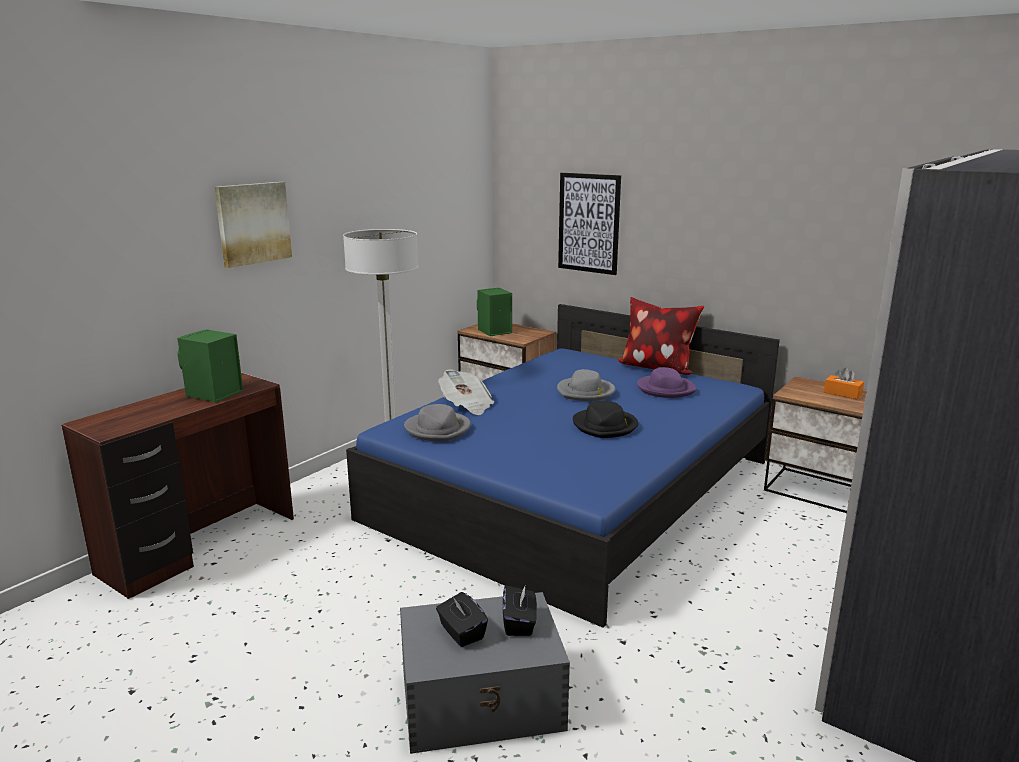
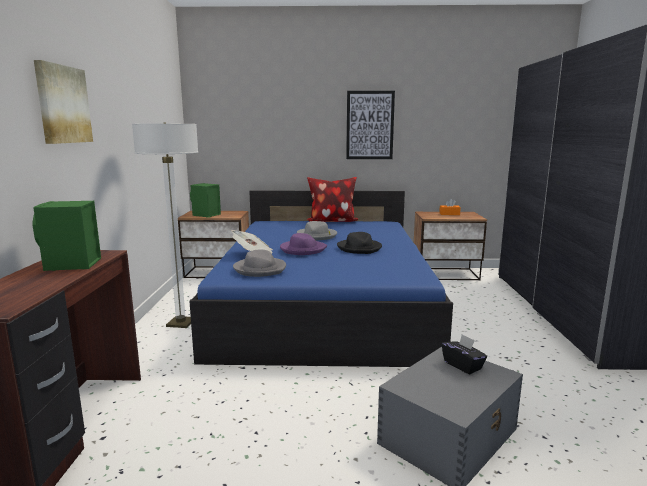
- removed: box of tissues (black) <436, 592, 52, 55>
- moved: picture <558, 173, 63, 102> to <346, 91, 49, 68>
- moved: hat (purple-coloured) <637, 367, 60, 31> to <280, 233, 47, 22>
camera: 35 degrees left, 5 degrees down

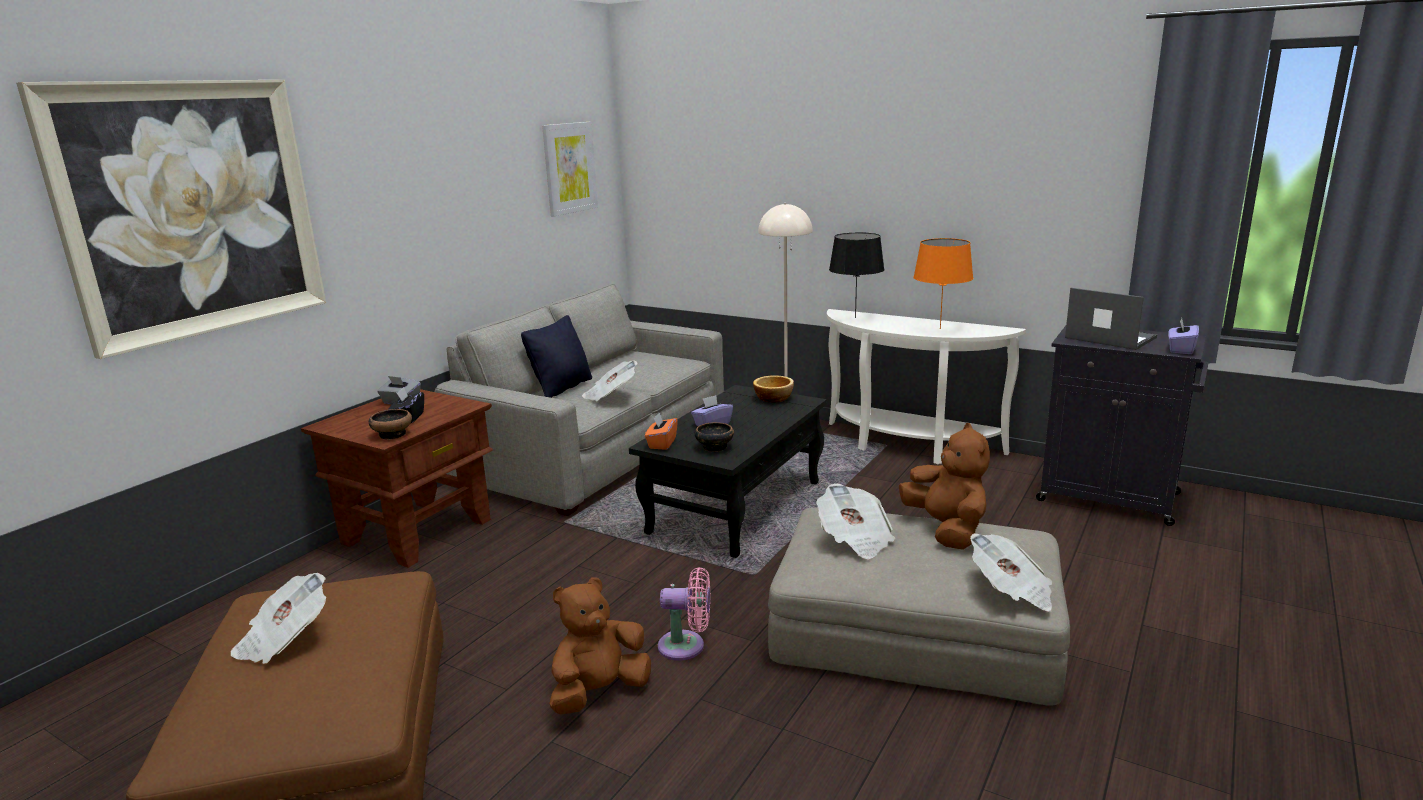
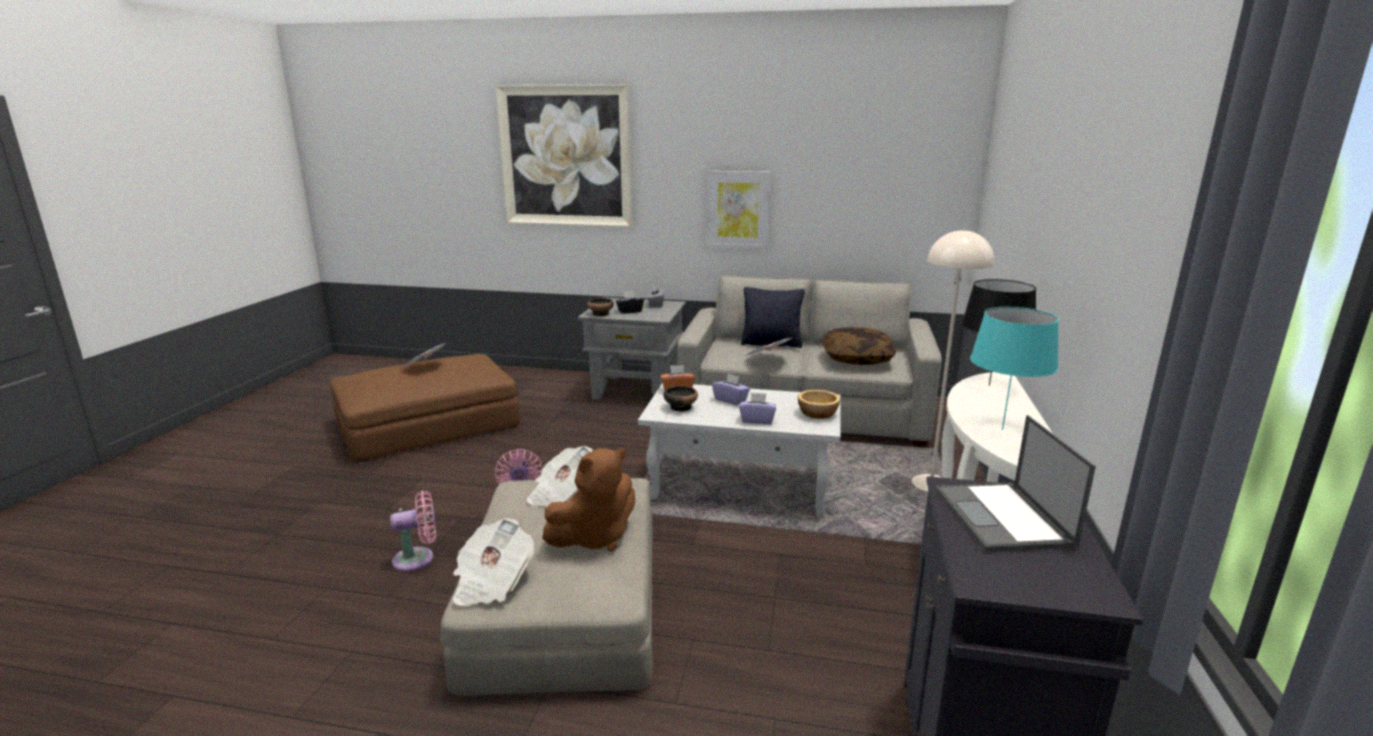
- removed: soft toy (brown) <549, 577, 102, 138>
- added: cooling fan (pink-coloured) <390, 490, 46, 82>
- added: cushion <822, 327, 74, 38>
- moved: picture <542, 122, 56, 94> to <707, 171, 64, 78>
- moved: box of tissues (purple-coloured) <1168, 318, 31, 36> to <739, 392, 37, 32>
- recoloured: side table (brown) <301, 389, 192, 179> to side table (grey) <578, 297, 108, 102>
- recoloured: low table (black) <629, 385, 198, 173> to low table (white) <638, 383, 203, 134>
- recoloured: table lamp (orange-coloured) <913, 238, 61, 91> to table lamp (blue-green) <970, 307, 89, 123>
- turned: portable computer <1065, 288, 92, 62> = <935, 415, 161, 137> 150 degrees clockwise
camera: 70 degrees right, 0 degrees up

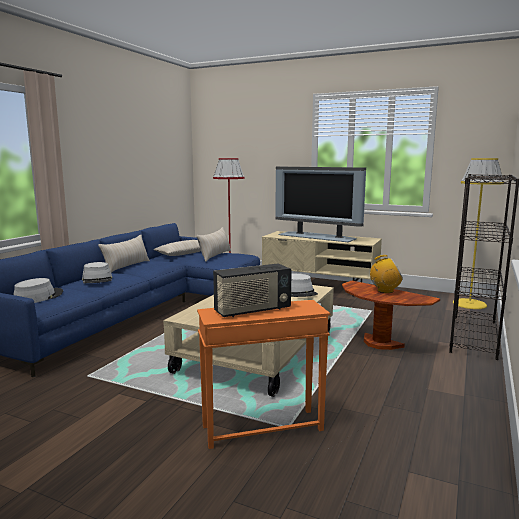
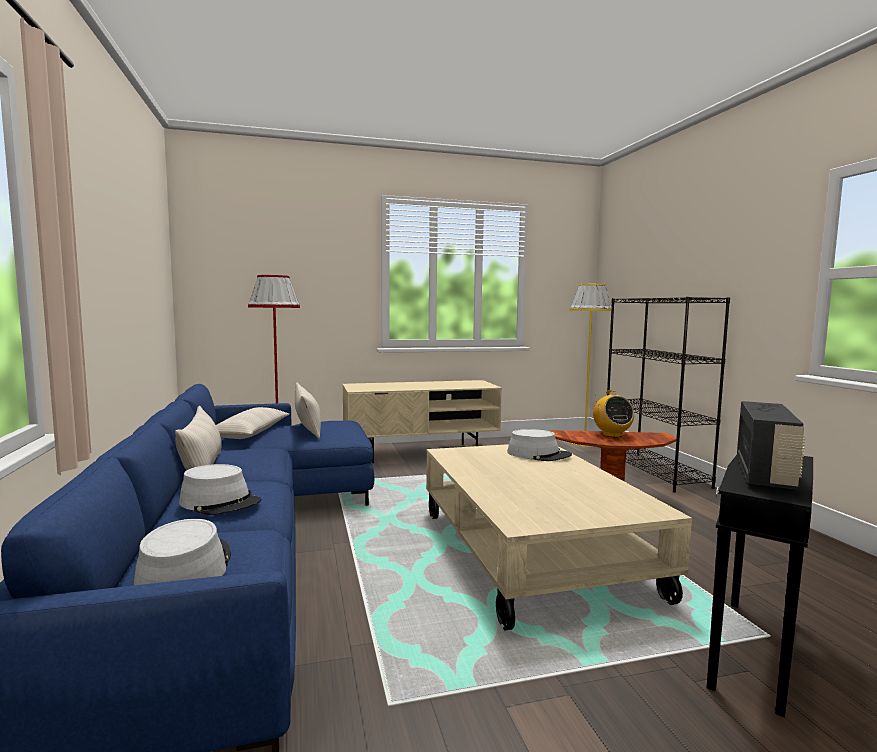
- removed: TV <275, 167, 91, 75>
- recoloured: side table (orange-coloured) <197, 300, 134, 149> to side table (black) <707, 455, 106, 262>
- turned: radio receiver <370, 255, 33, 38> = <593, 390, 41, 47> 120 degrees clockwise
camera: 40 degrees left, 5 degrees down

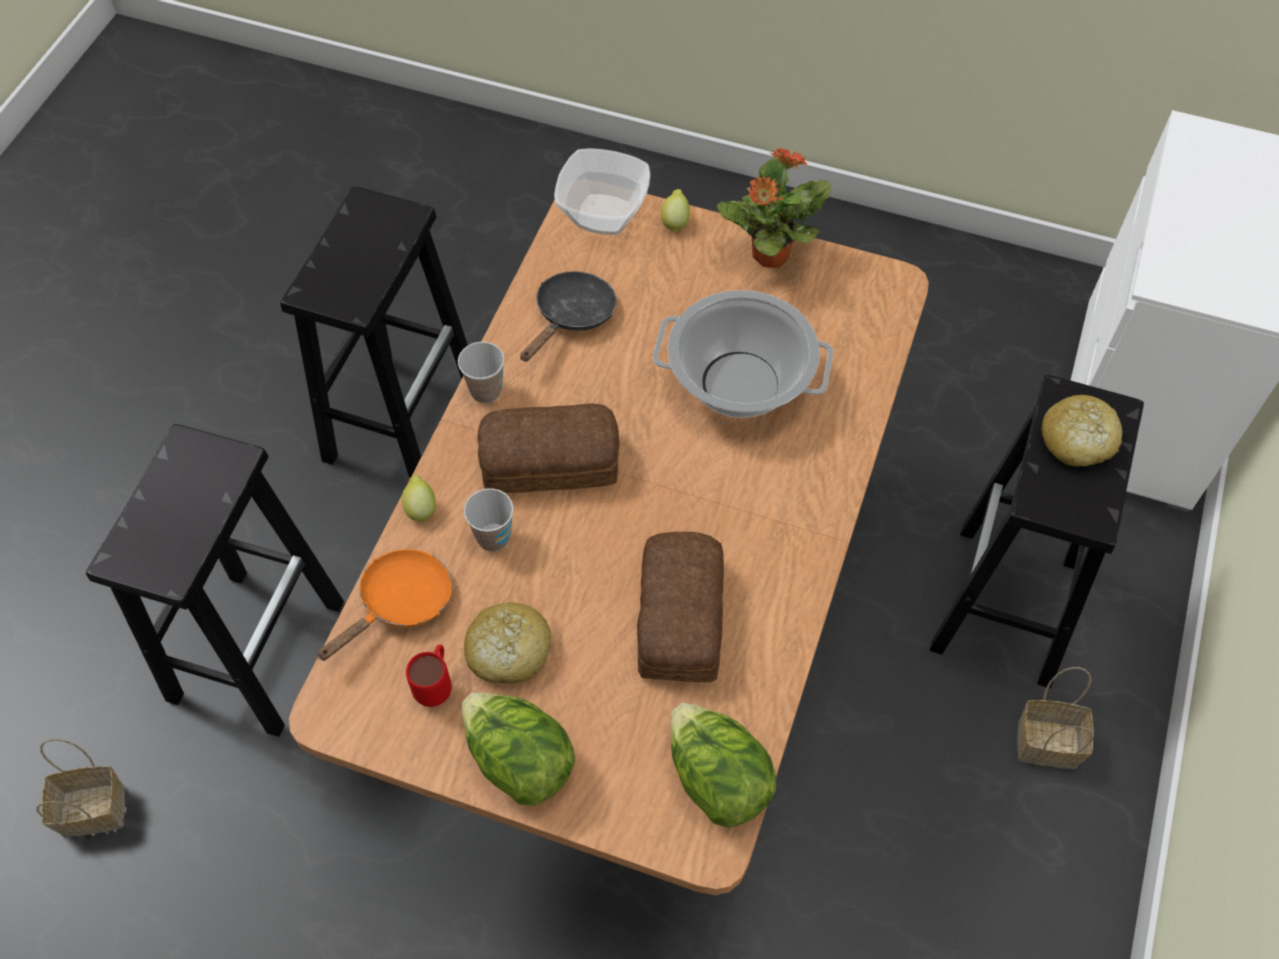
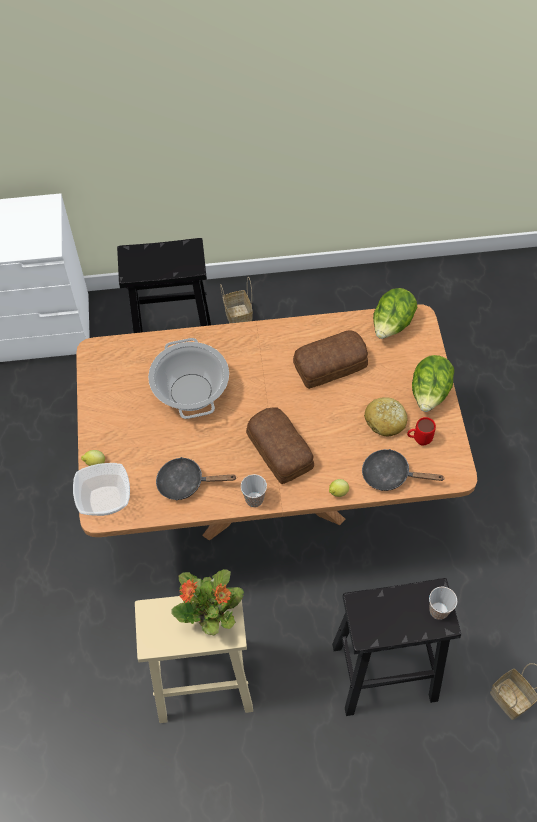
- removed: bakery bread <1041, 395, 81, 71>
- moved: small cup <464, 488, 50, 64> to <429, 587, 28, 33>
- moved: houseplant <717, 148, 115, 120> to <171, 569, 73, 66>
- recoloured: sitting stool (black) <280, 186, 188, 292> to sitting stool (beige) <135, 596, 118, 127>
- recoloured: pan (orange-coloured) <317, 549, 135, 112> to pan (black) <362, 449, 82, 42>
camera: 115 degrees left, 0 degrees up

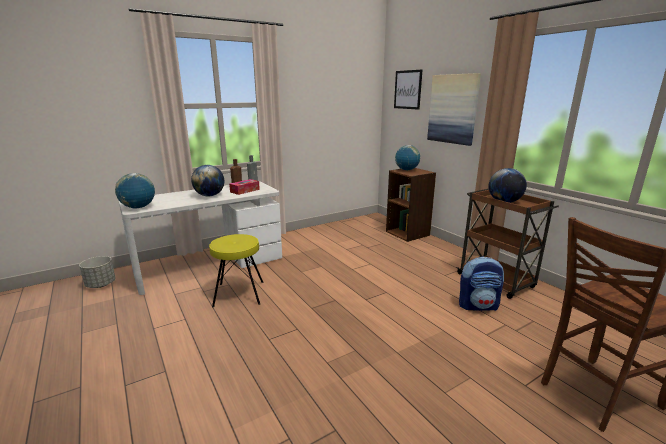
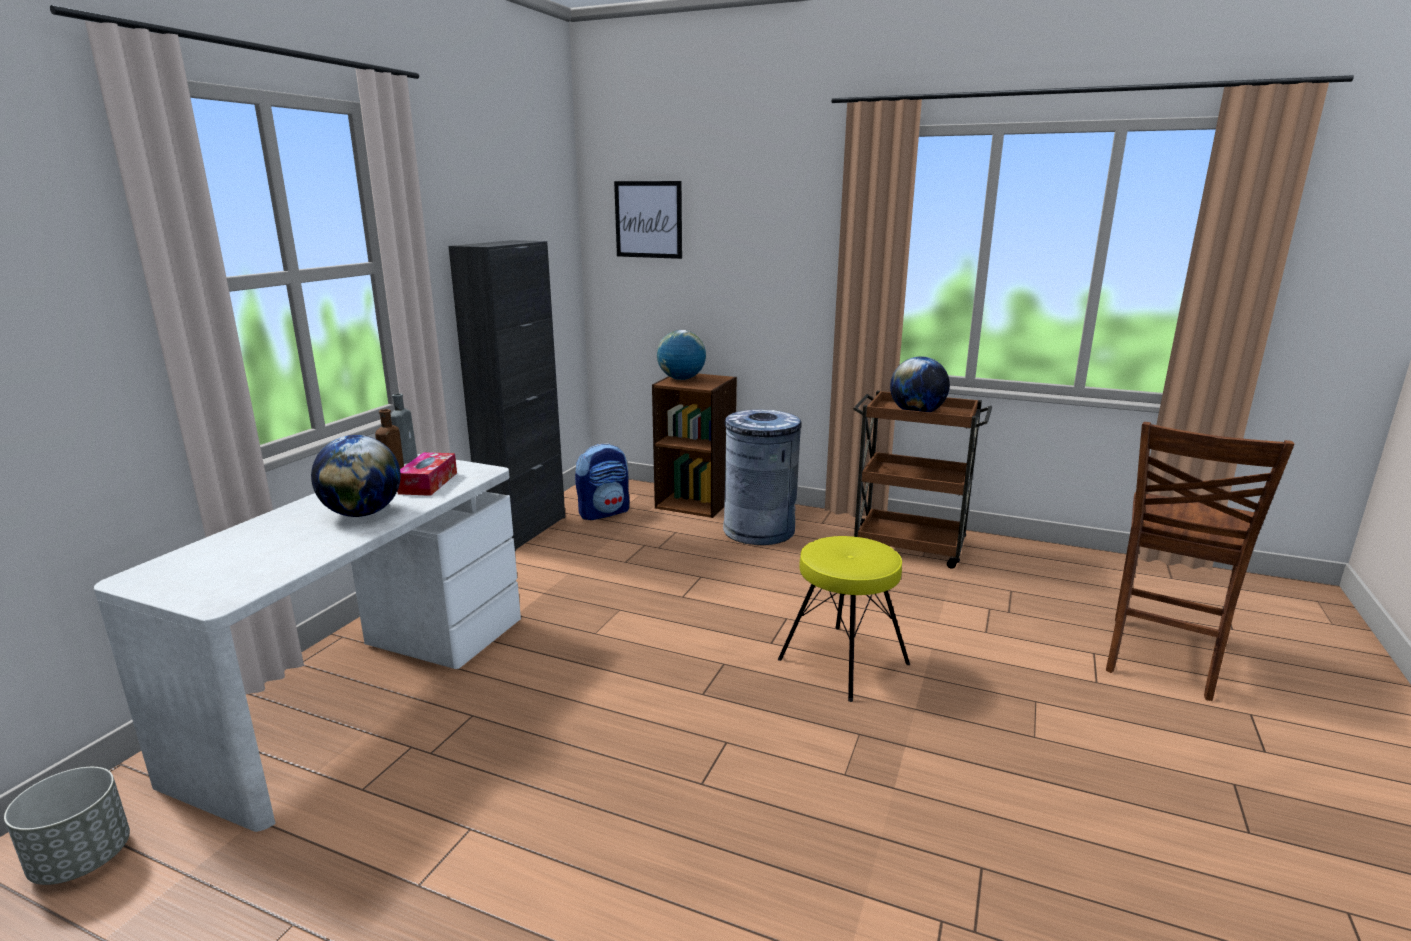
- removed: world globe <115, 173, 40, 36>
- removed: picture <427, 73, 54, 73>
- added: cupboard (black) <448, 240, 117, 311>
- added: trash can (grey) <723, 410, 79, 135>
- moved: sitting stool (yellow) <209, 234, 54, 74> to <778, 536, 132, 166>
- moved: rucksack <459, 257, 45, 54> to <575, 443, 54, 77>
camera: 35 degrees left, 0 degrees up

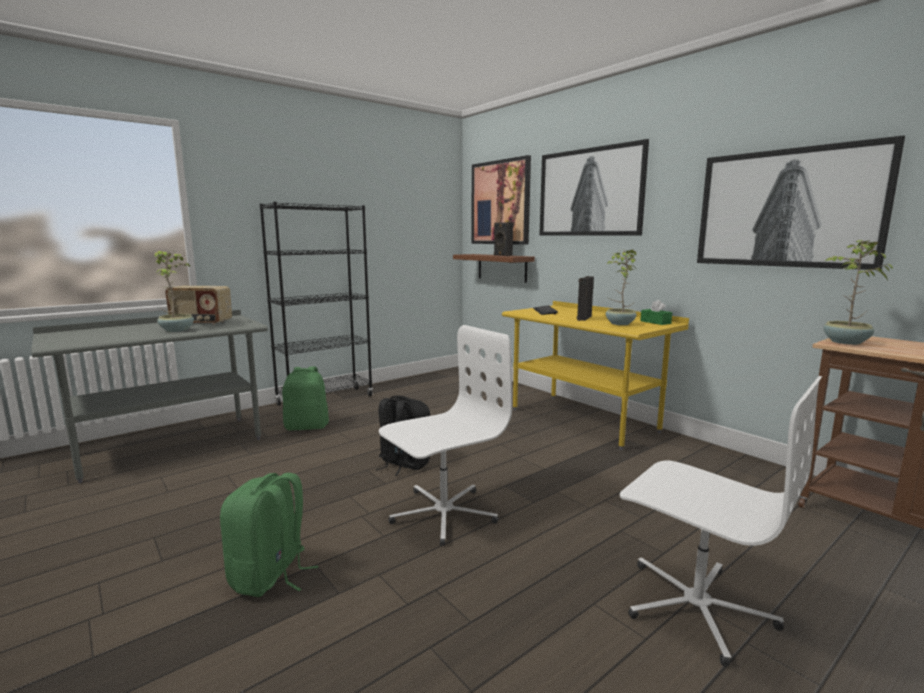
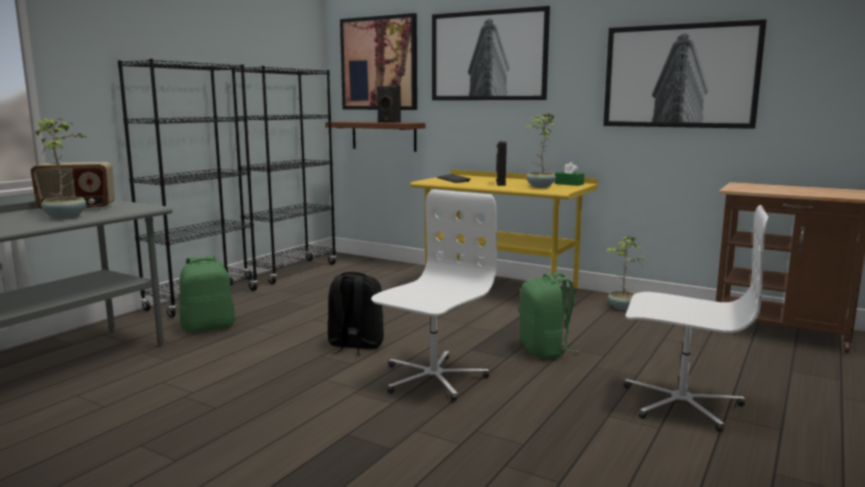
- added: bookcase (black) <232, 66, 105, 218>
- moved: rucksack (green) <220, 473, 98, 124> to <519, 272, 61, 87>
- moved: houseplant <823, 240, 70, 105> to <606, 236, 39, 74>
camera: 20 degrees left, 0 degrees up

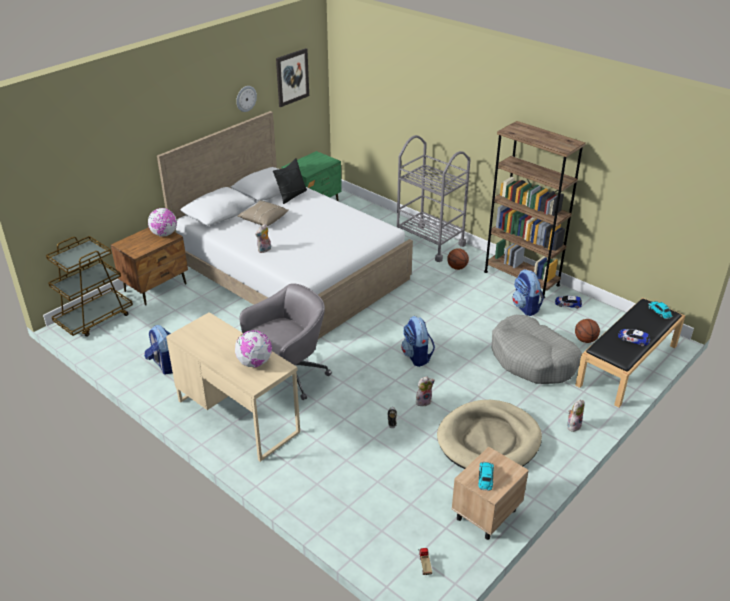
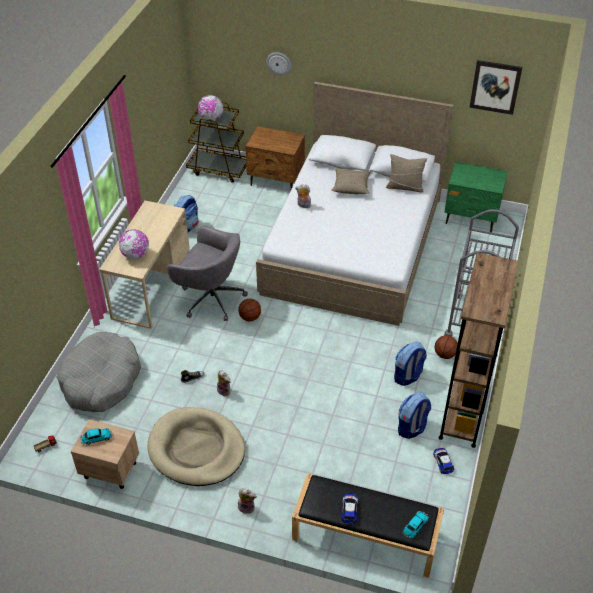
- moved: world globe <148, 208, 29, 29> to <198, 95, 25, 25>
- moved: hanging clock <236, 86, 21, 26> to <266, 52, 25, 24>
- moved: rucksack <401, 316, 34, 51> to <394, 341, 33, 45>
- moved: dog cushion (grey) <492, 315, 90, 69> to <57, 332, 84, 80>
- moved: ball for basketball <575, 319, 25, 24> to <238, 299, 23, 22>
- recoloured: cushion (black) <273, 158, 34, 46> to cushion (beige) <386, 154, 41, 38>
camera: 65 degrees right, 10 degrees up

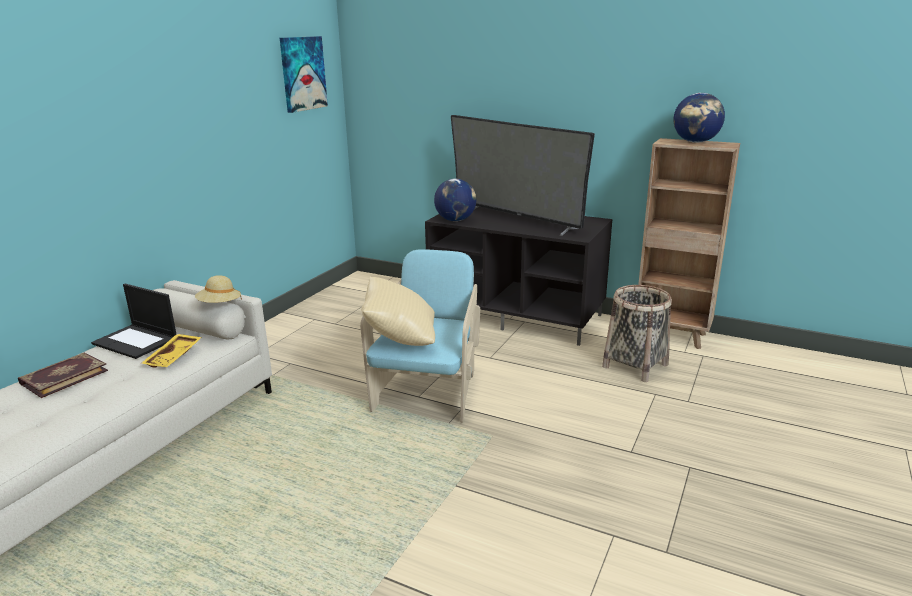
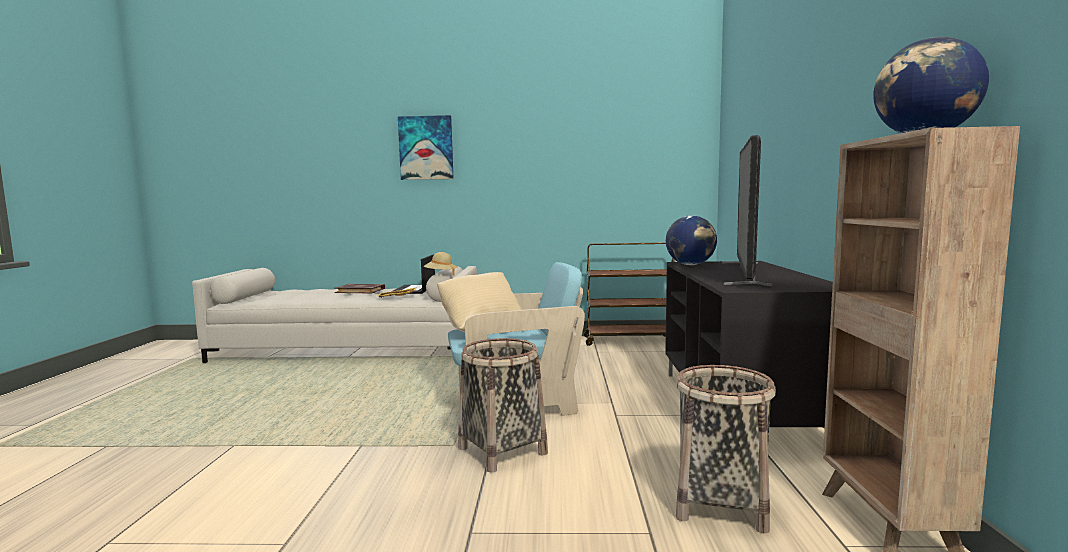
- added: basket <458, 338, 90, 135>
- added: wheeled cart (brown) <584, 243, 91, 103>
- moved: picture <280, 36, 48, 77> to <398, 115, 56, 65>
camera: 65 degrees right, 15 degrees down

